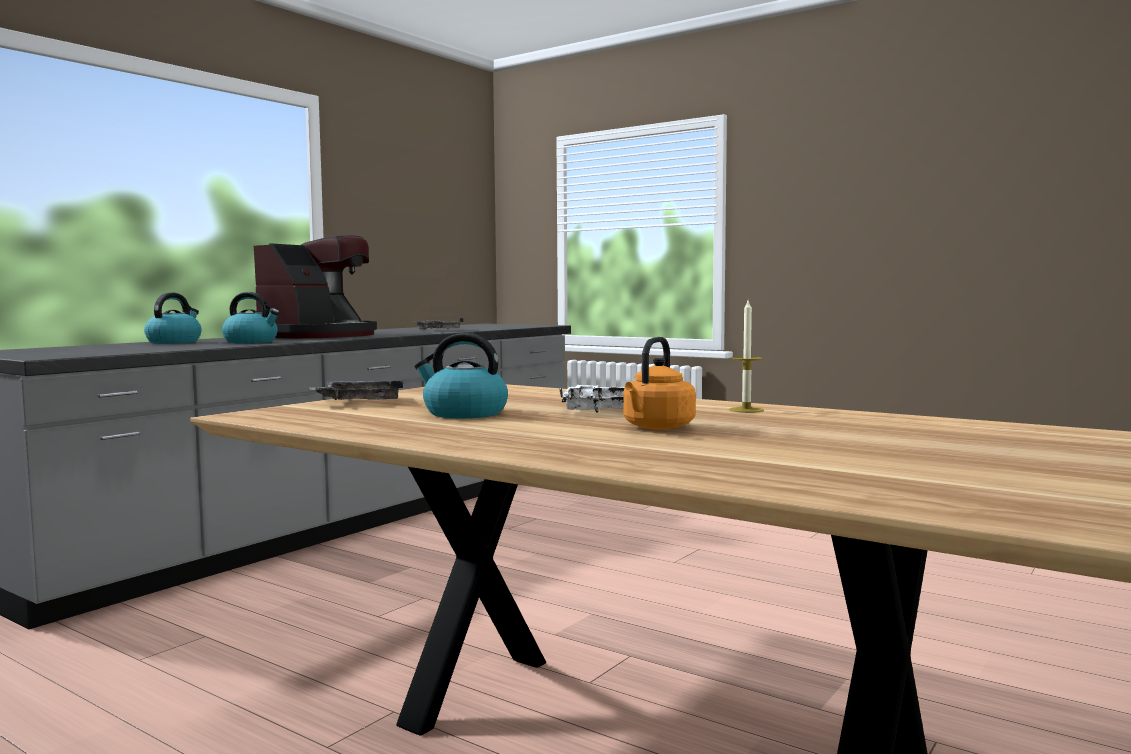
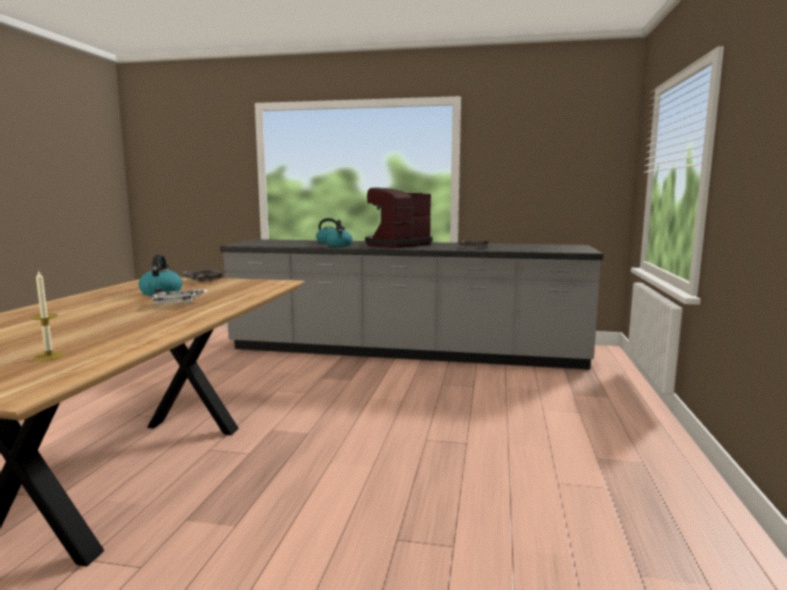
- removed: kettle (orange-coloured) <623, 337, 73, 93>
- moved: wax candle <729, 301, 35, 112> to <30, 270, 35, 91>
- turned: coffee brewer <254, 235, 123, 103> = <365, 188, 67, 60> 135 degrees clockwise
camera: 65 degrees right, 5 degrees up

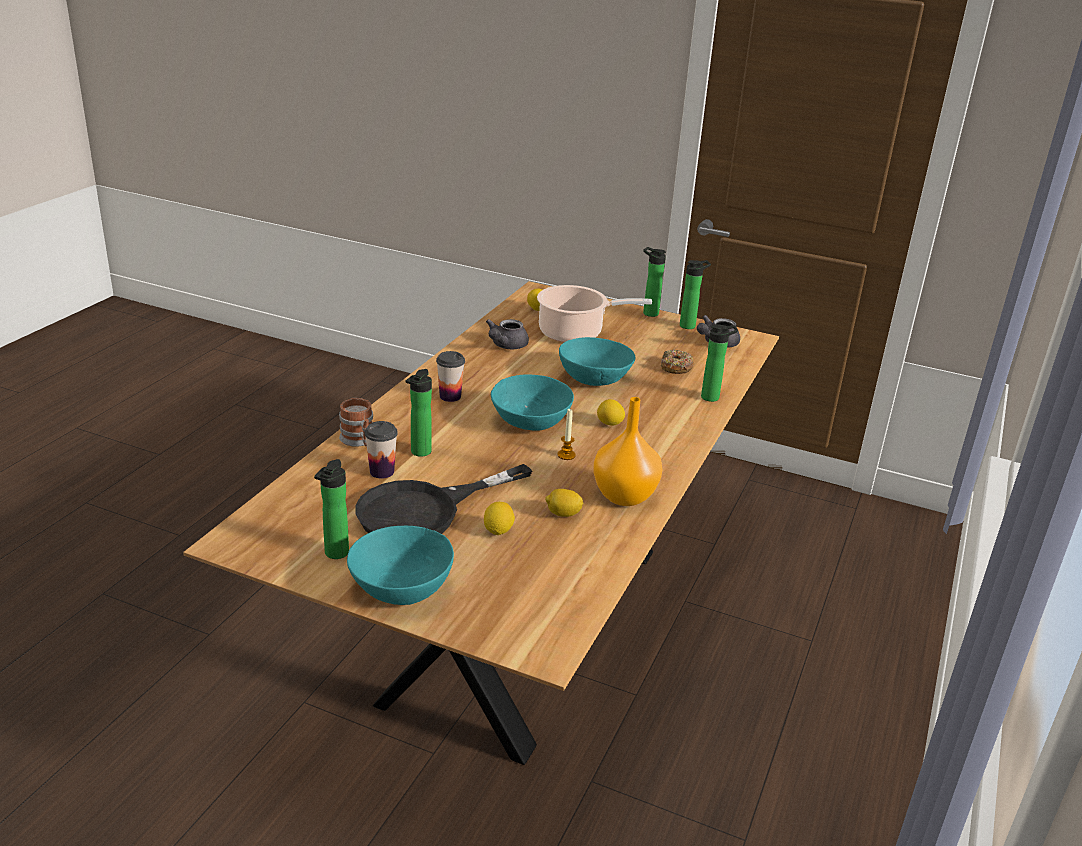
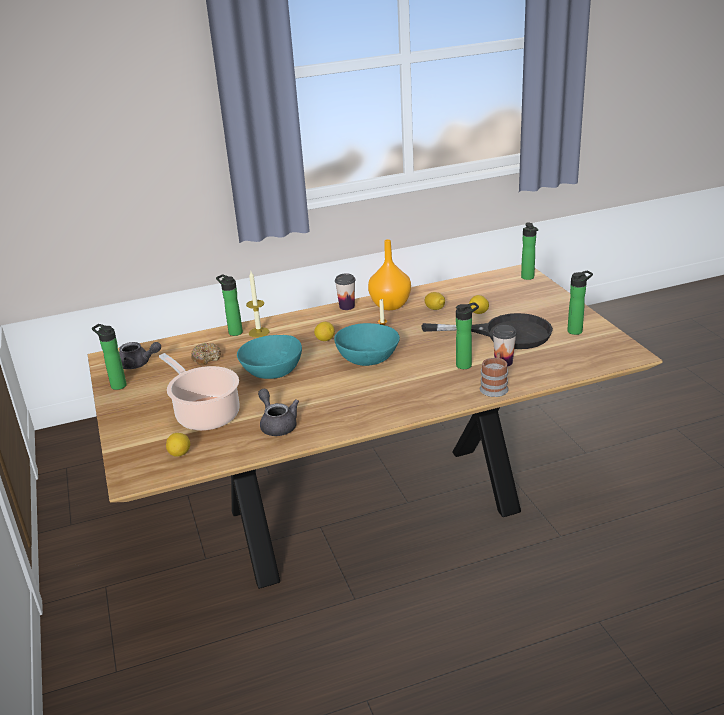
- removed: bowl (blue-green) <347, 526, 107, 79>
- added: wax candle <246, 272, 24, 66>
- moved: small cup <436, 351, 29, 51> to <335, 273, 20, 37>
- moved: drink bottle <643, 247, 23, 70> to <521, 222, 17, 58>
- turned: tea pot (grey) <486, 319, 43, 30> = <258, 389, 41, 47> 105 degrees counterclockwise
camera: 130 degrees left, 0 degrees up

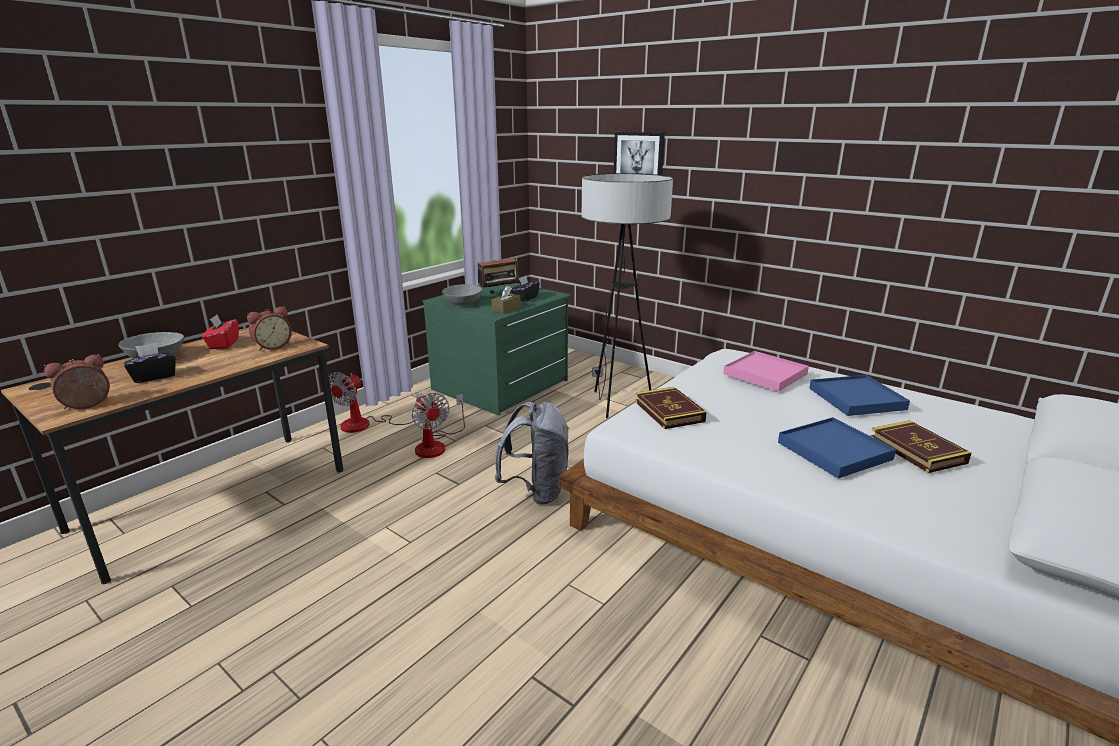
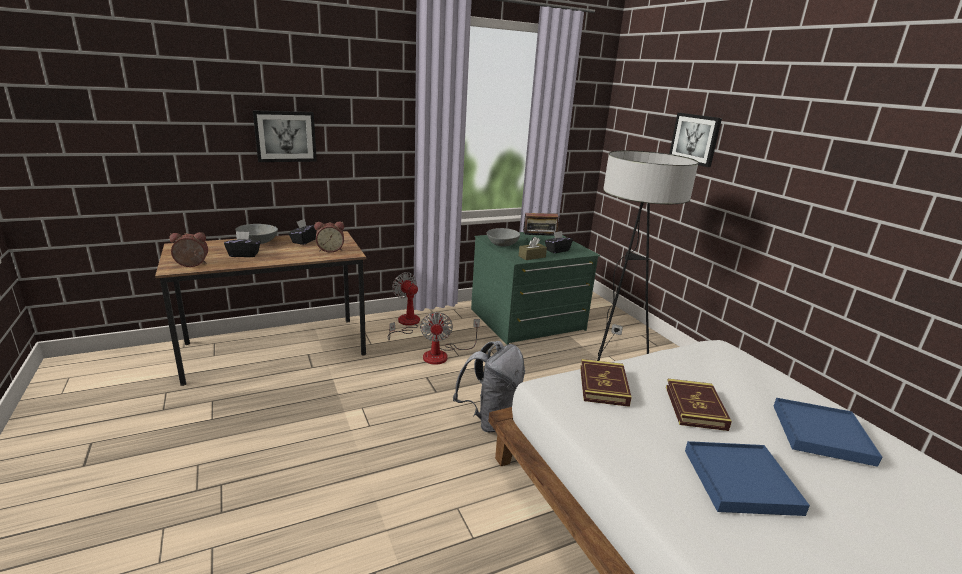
- removed: serving tray (pink-coloured) <723, 351, 86, 41>
- added: picture <253, 110, 64, 52>
- moved: volume <870, 420, 102, 53> to <666, 379, 66, 52>
- recoloured: box of tissues (red) <202, 314, 37, 35> to box of tissues (black) <288, 219, 29, 26>
- turned: cooling fan <329, 372, 93, 61> = <388, 272, 32, 68> 90 degrees clockwise
camera: 25 degrees right, 0 degrees up

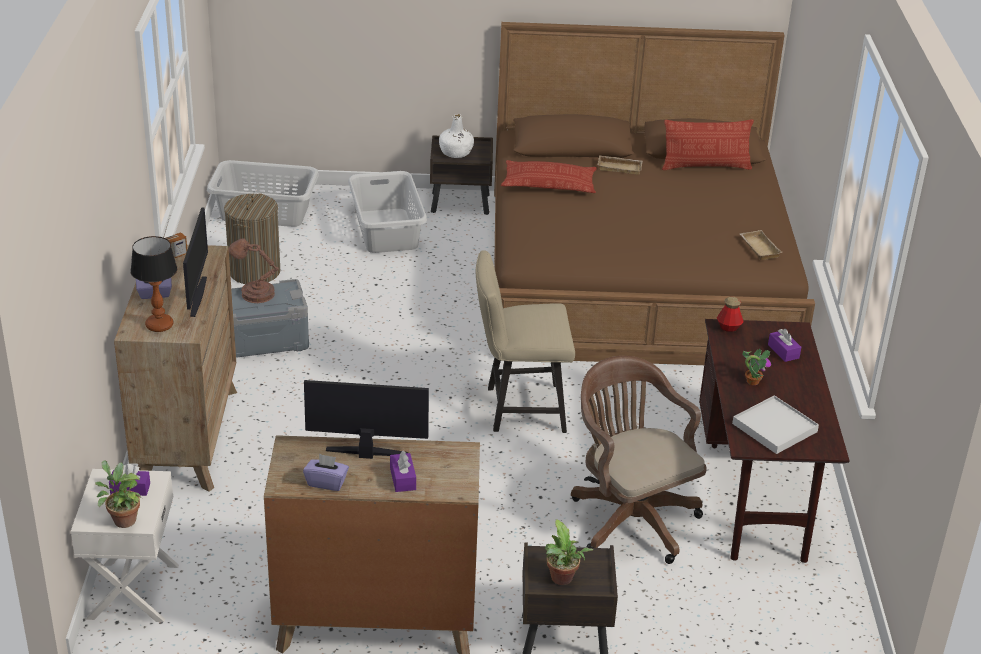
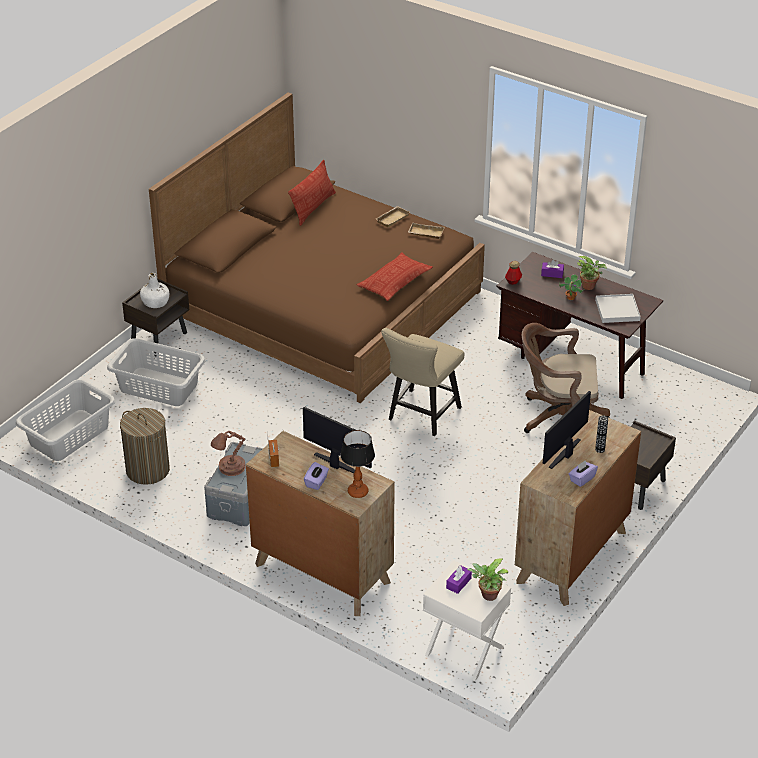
- moved: cushion <501, 160, 96, 33> to <357, 252, 76, 49>
- moved: houseplant <545, 519, 48, 66> to <577, 256, 30, 34>
- moved: serving tray (beige) <597, 155, 46, 20> to <376, 206, 34, 22>
- replaced: box of tissues (purple-coloured) <390, 450, 26, 42> to vase <595, 416, 13, 37>
camera: 55 degrees left, 5 degrees up

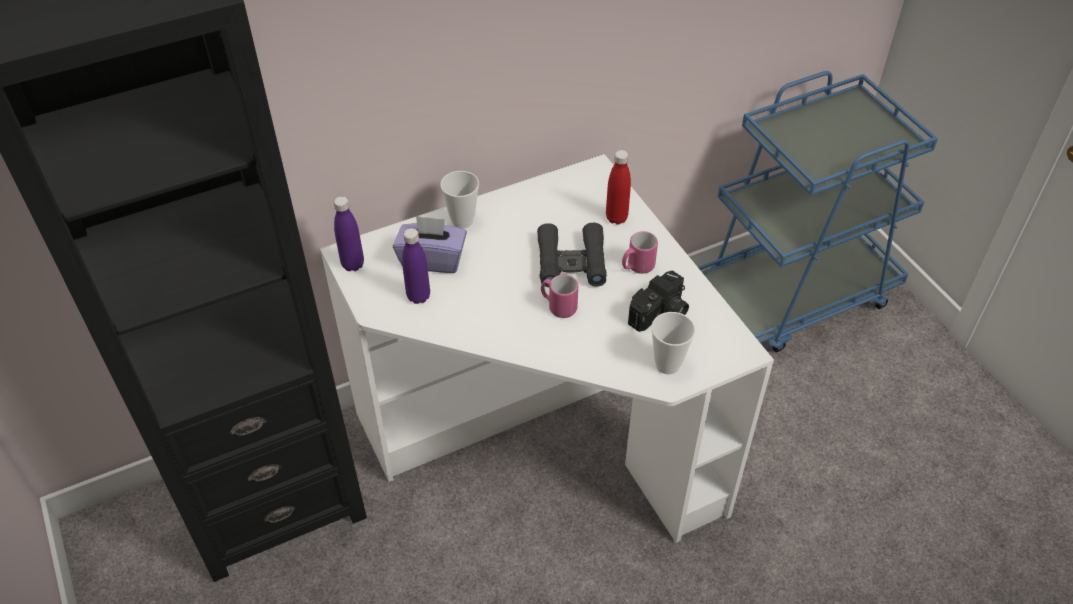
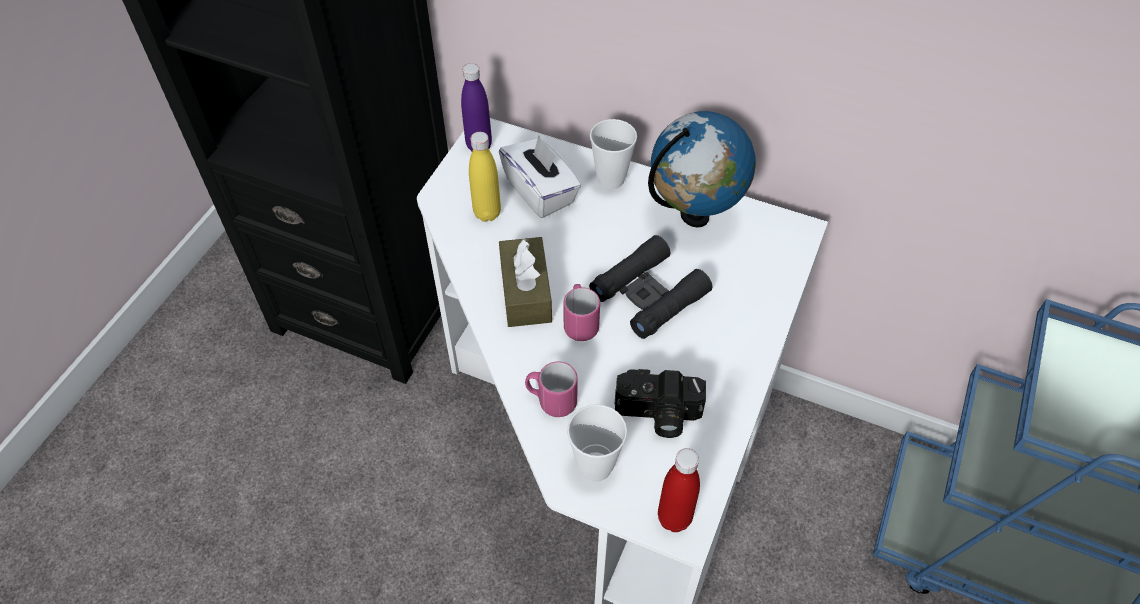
- added: box of tissues (brown) <499, 237, 53, 90>
- added: world globe <648, 111, 108, 117>
- moved: drink bottle (red) <606, 150, 25, 75> to <658, 448, 42, 84>
- moved: tea mug (pink-coloured) <622, 231, 36, 43> to <525, 361, 53, 56>
- recoloured: box of tissues (purple-coloured) <393, 216, 74, 57> to box of tissues (white) <499, 135, 83, 83>
- recoloured: drink bottle (purple-coloured) <402, 228, 28, 76> to drink bottle (yellow) <469, 132, 32, 90>
camera: 50 degrees right, 5 degrees up

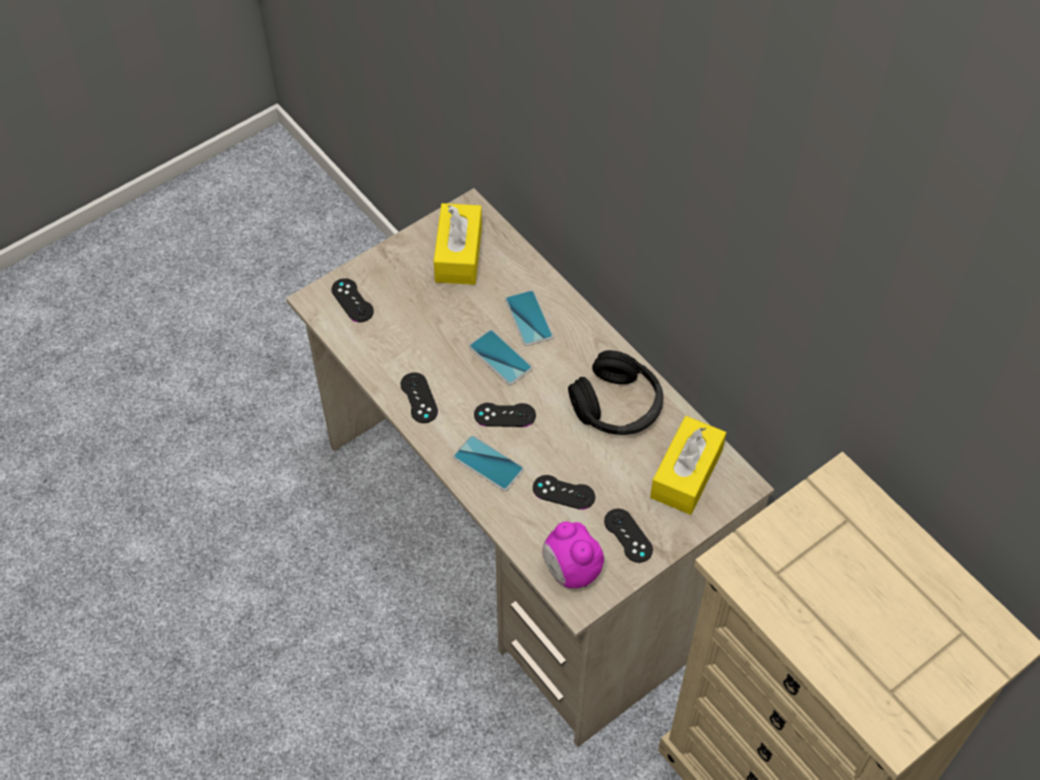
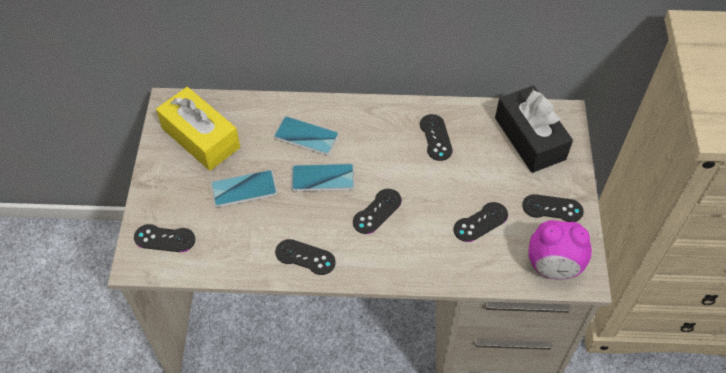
- moved: handset <453, 435, 71, 56> to <210, 170, 68, 38>
- replaced: headset (black) <568, 350, 96, 85> to joypad (black) <420, 114, 33, 47>
- recoloured: box of tissues (yellow) <650, 416, 76, 99> to box of tissues (black) <495, 86, 78, 87>
camera: 50 degrees left, 0 degrees up

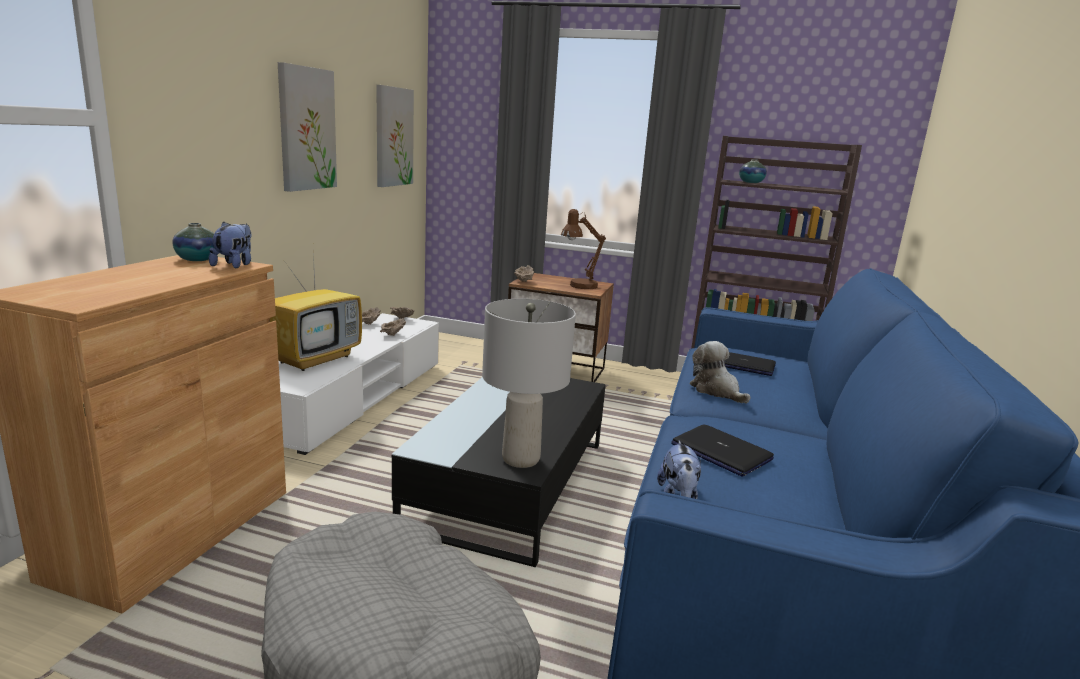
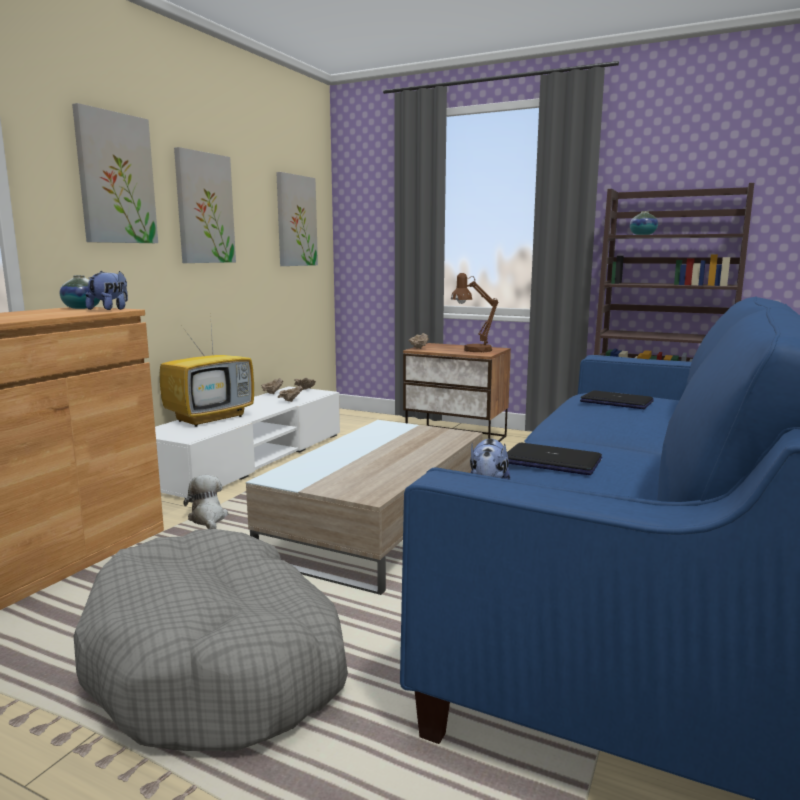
- removed: table lamp (grey) <482, 299, 94, 169>
- added: picture <72, 103, 86, 140>
- moved: soft toy <690, 341, 61, 63> to <183, 475, 45, 54>
- recoloured: low table (black) <392, 377, 214, 190> to low table (beige) <246, 420, 237, 175>
- turned: portable computer <672, 424, 102, 53> = <507, 443, 95, 32> 150 degrees clockwise
camera: 10 degrees right, 5 degrees down

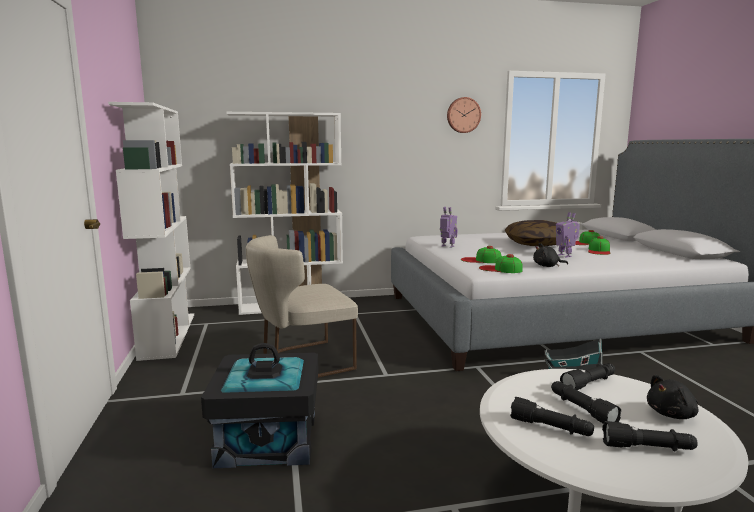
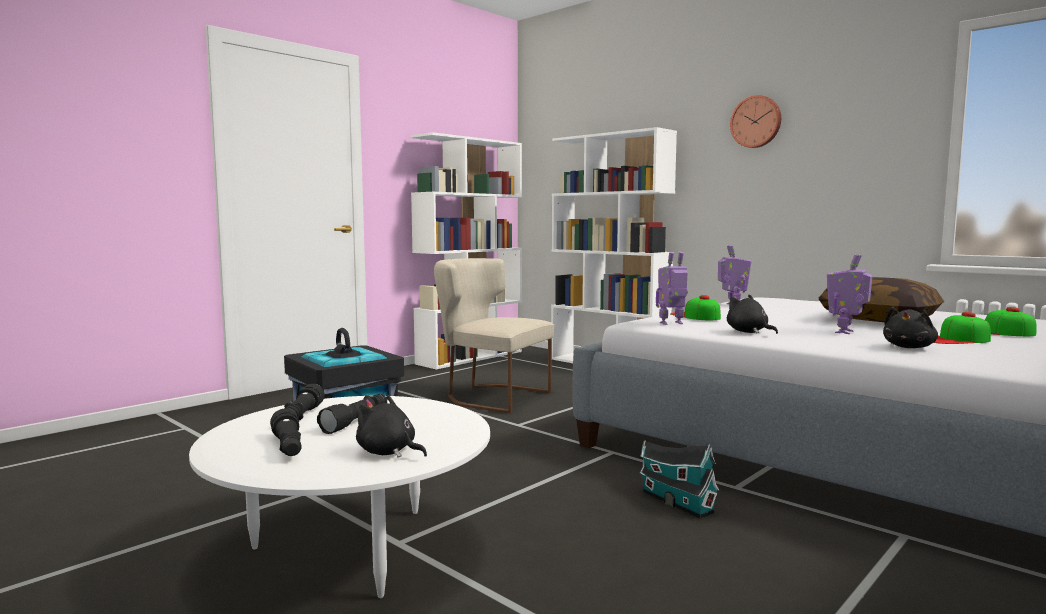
- removed: torch (black) <560, 363, 55, 27>
- added: soft toy (black) <883, 307, 55, 41>
- moved: hanging clock <447, 97, 34, 36> to <730, 95, 51, 53>
- replaced: cap <479, 254, 44, 19> to model robot <656, 252, 32, 73>
camera: 55 degrees right, 5 degrees down

